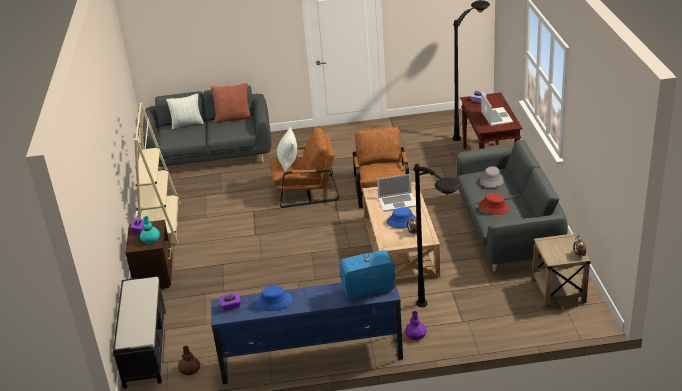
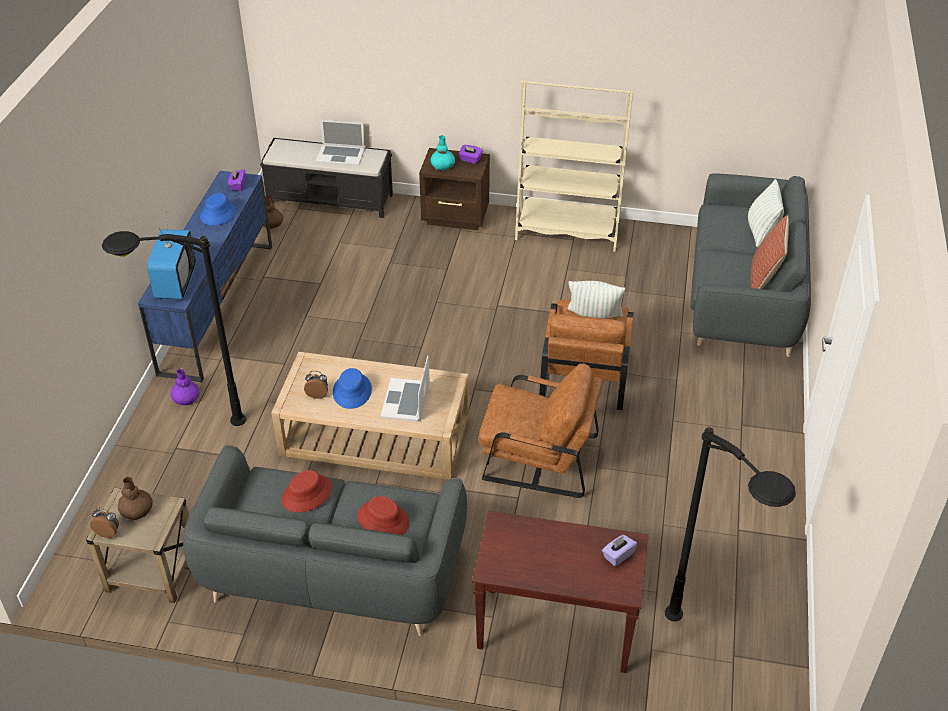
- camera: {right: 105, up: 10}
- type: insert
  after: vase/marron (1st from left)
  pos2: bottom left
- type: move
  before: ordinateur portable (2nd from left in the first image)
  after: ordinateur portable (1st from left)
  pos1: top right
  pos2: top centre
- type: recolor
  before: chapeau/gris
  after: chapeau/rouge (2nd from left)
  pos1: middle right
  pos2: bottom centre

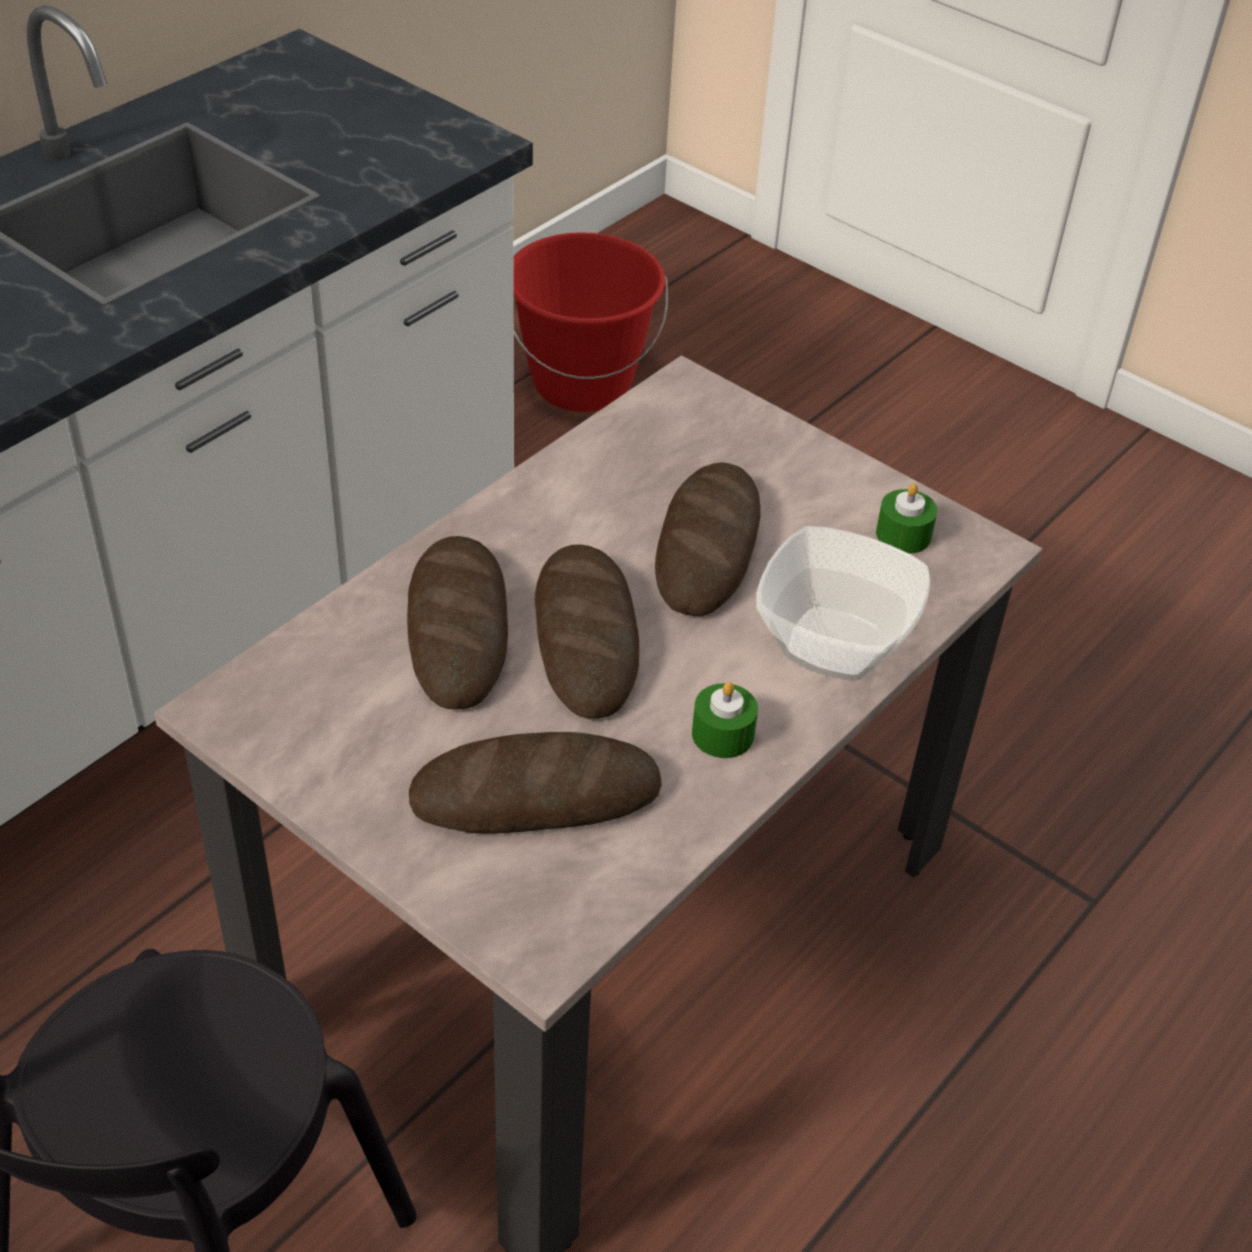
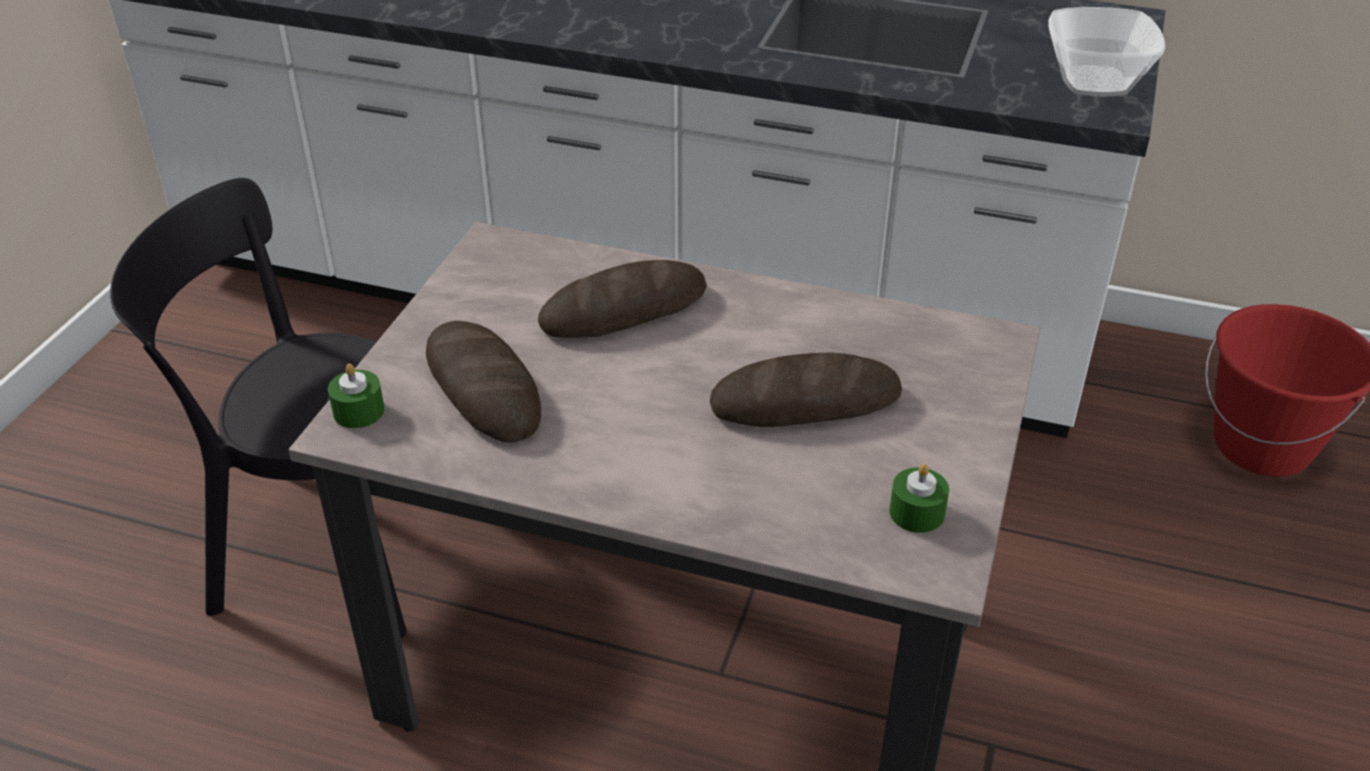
- camera: {right: 70, up: -5}
- type: delete
  before: pain (3rd from left)
  pos1: centre
- type: move
  before: bougie/vert (1st from left)
  pos1: centre
  pos2: middle left
- type: move
  before: bol
  pos1: middle right
  pos2: top right

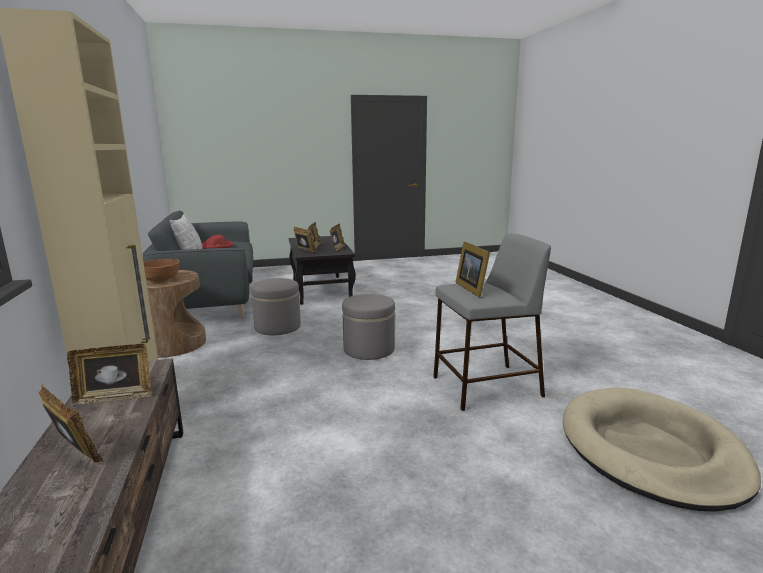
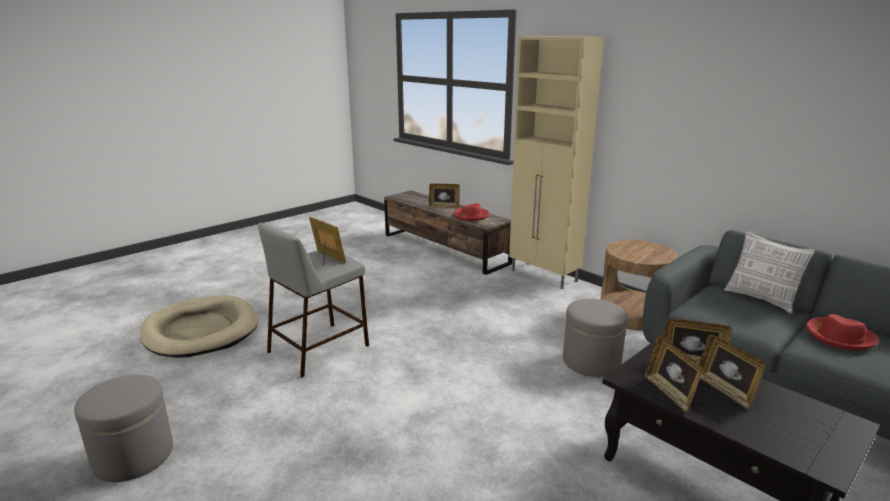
- camera: {right: 150, up: 5}
- type: delete
  before: bol/marron
  pos1: middle left
- type: move
  before: pouf/gris (2nd from left in the first image)
  after: pouf/gris (1st from left)
  pos1: centre
  pos2: bottom left
- type: replace
  before: cadre photo (2nd from left)
  after: chapeau/rouge (1st from left)
  pos1: middle left
  pos2: centre

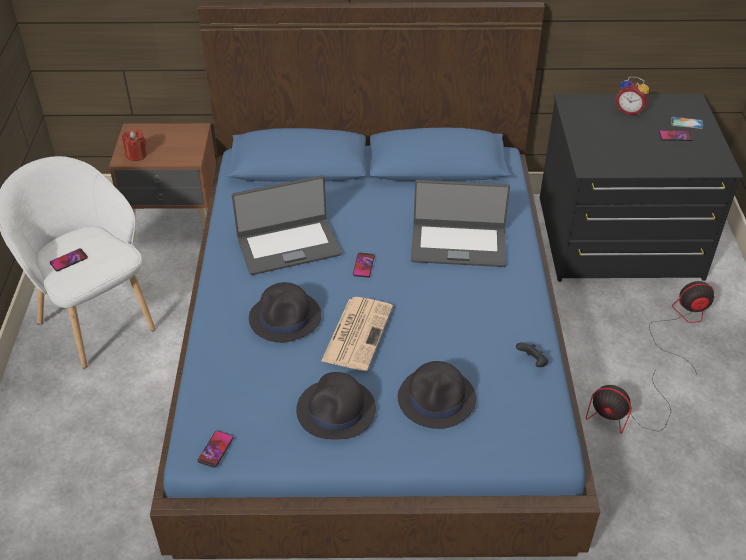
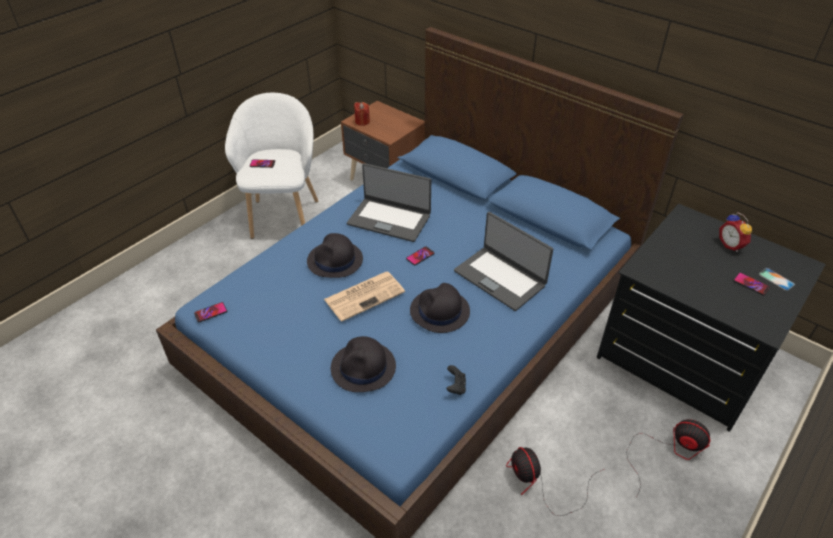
- camera: {right: 40, up: 0}
- type: move
  before: chapeau/noir (2nd from left in the first image)
  after: chapeau/noir (3rd from left)
  pos1: bottom centre
  pos2: centre

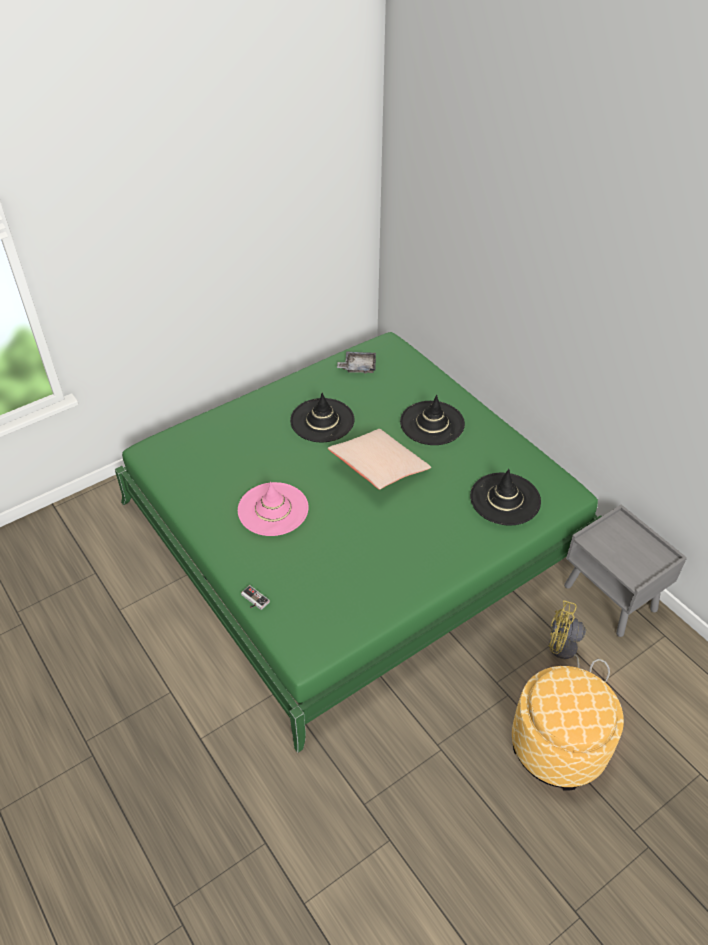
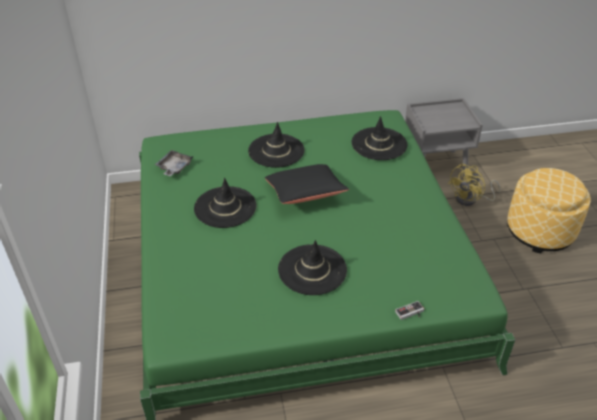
- camera: {right: -65, up: -5}
- type: recolor
  before: chapeau/rose
  after: chapeau/noir (3rd from left)
  pos1: centre
  pos2: centre
- type: recolor
  before: coussin/beige
  after: coussin/noir
  pos1: centre
  pos2: centre

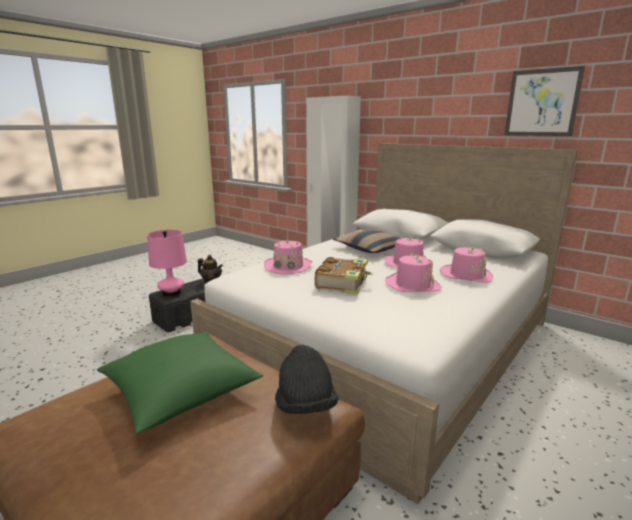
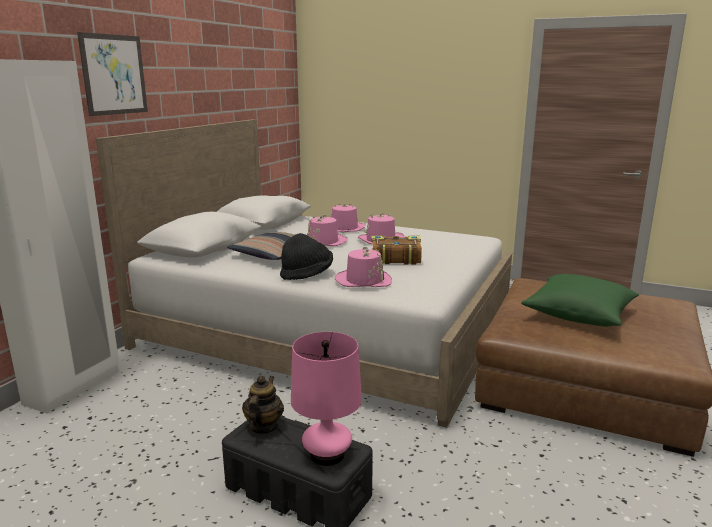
- camera: {right: -105, up: 0}
- type: move
  before: chapeau/noir
  pos1: bottom centre
  pos2: centre
- type: move
  before: tableau
  pos1: top right
  pos2: top left

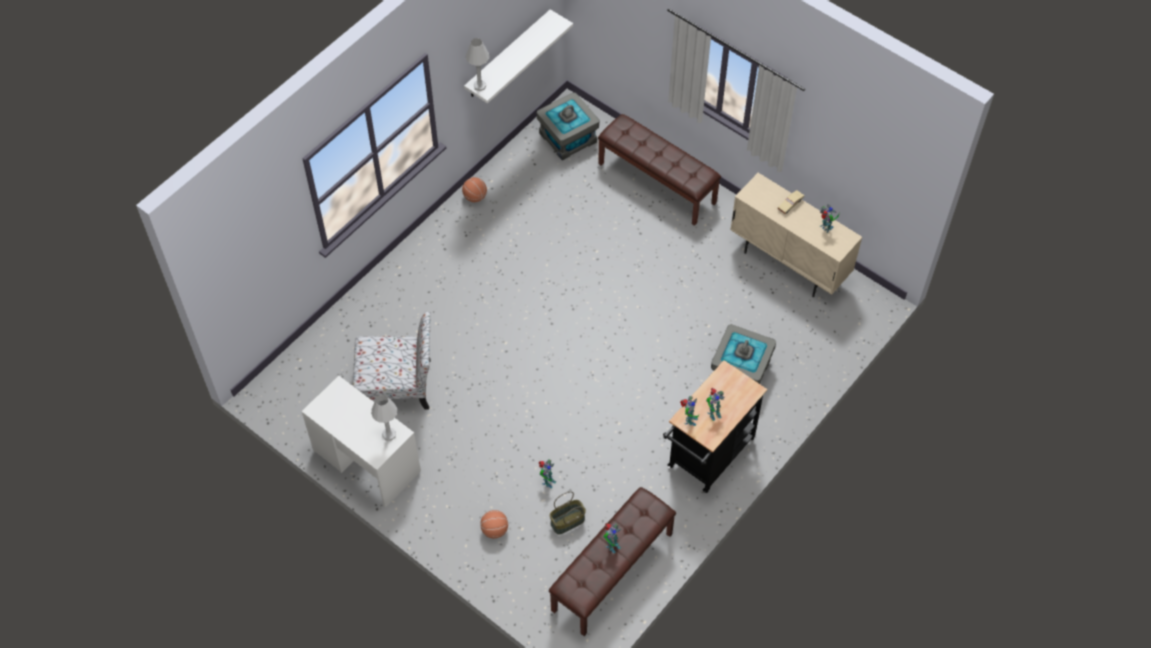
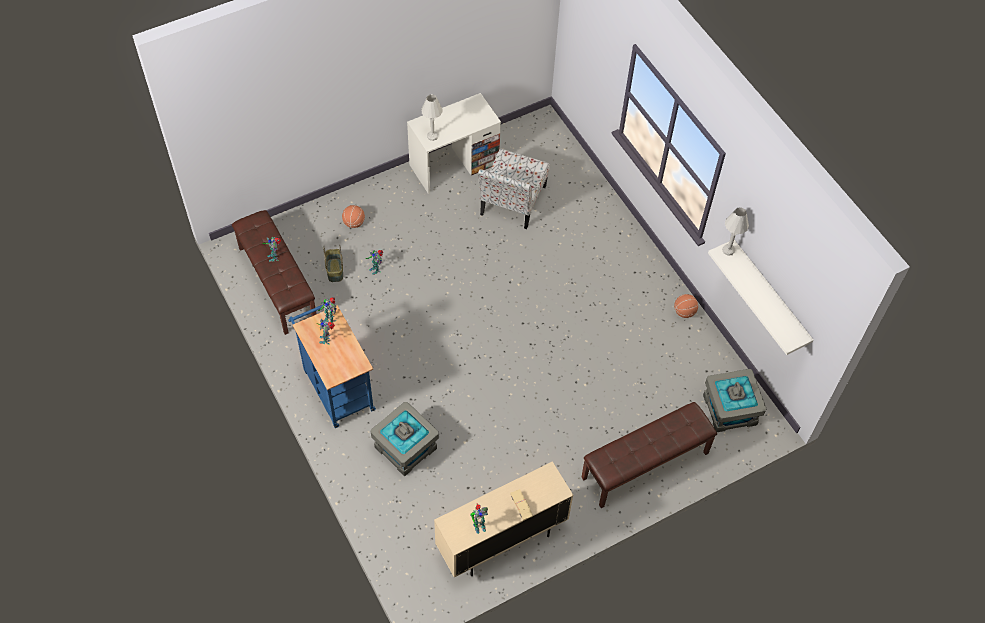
- camera: {right: 110, up: 0}
- type: recolor
  before: chariot/noir
  after: chariot/bleu
  pos1: centre
  pos2: centre

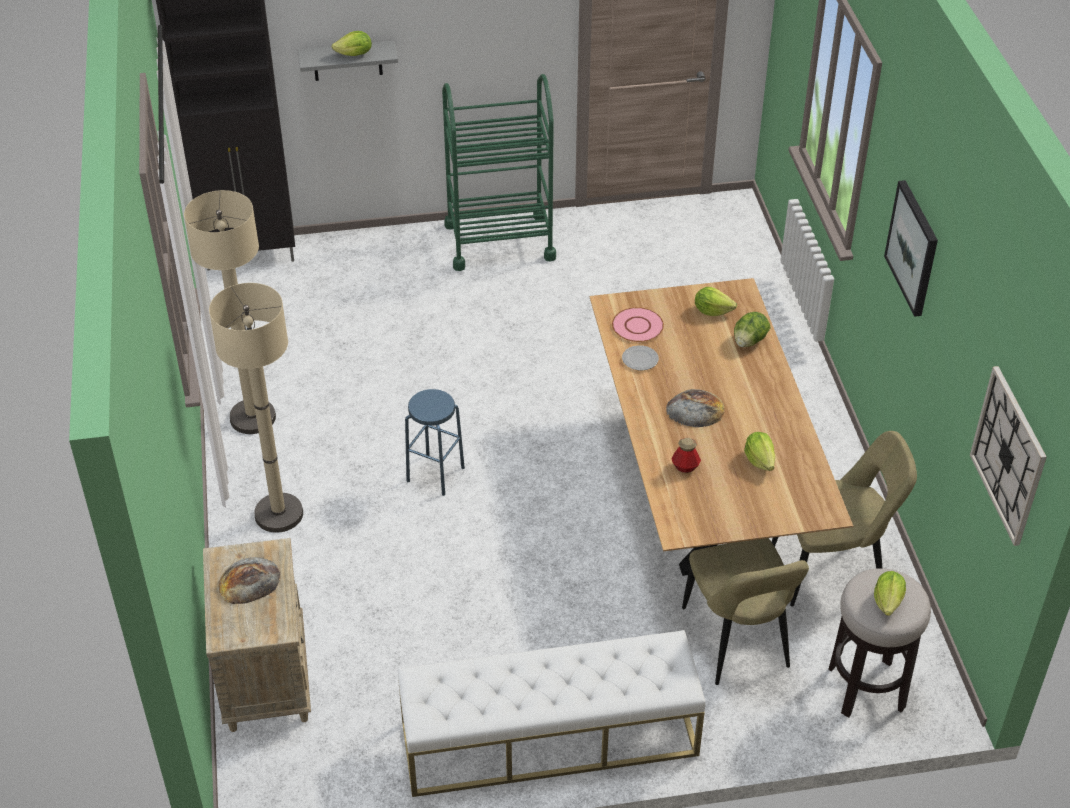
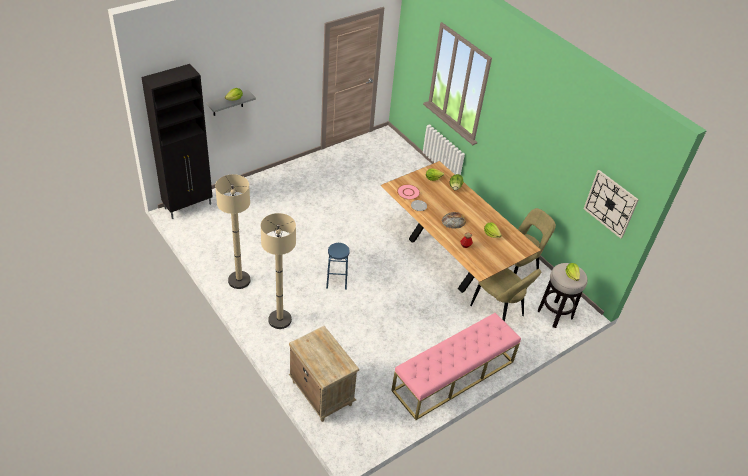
- camera: {right: -30, up: 0}
- type: delete
  before: pain (1st from left)
  pos1: bottom left
- type: delete
  before: chariot/vert
  pos1: top centre
- type: delete
  before: tableau
  pos1: top right
- type: recolor
  before: banc/blanc
  after: banc/rose
  pos1: bottom centre
  pos2: bottom centre

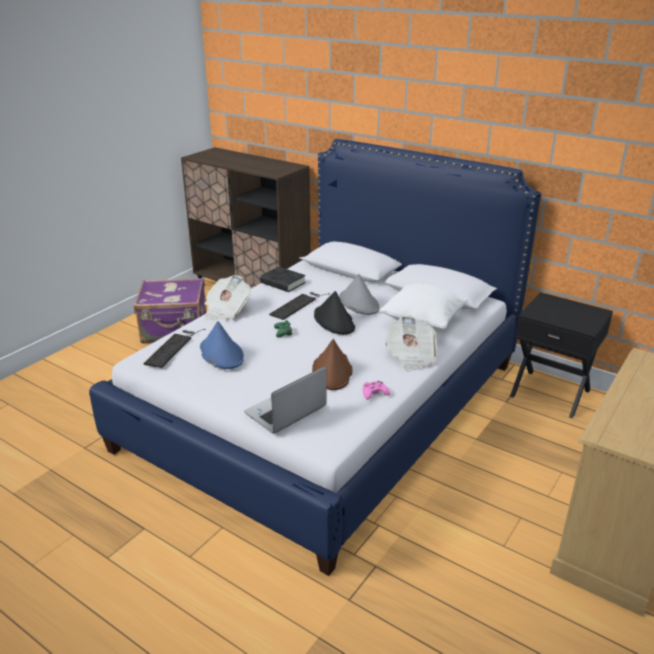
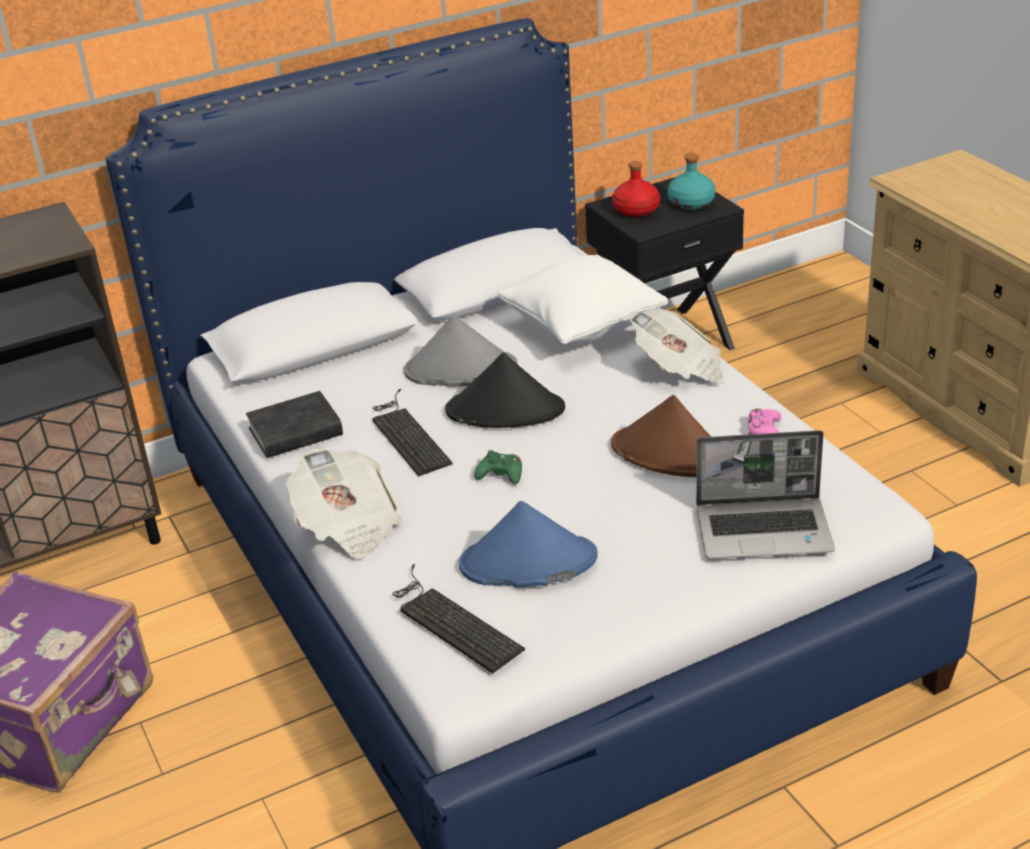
- camera: {right: -60, up: 5}
- type: insert
  after: bouteille/rouge
  pos2: top centre
- type: insert
  after: bouteille/turquoise
  pos2: top right
- type: rotate
  before: ordinateur portable
  pos1: centre
  pos2: middle right
  turn: -75

